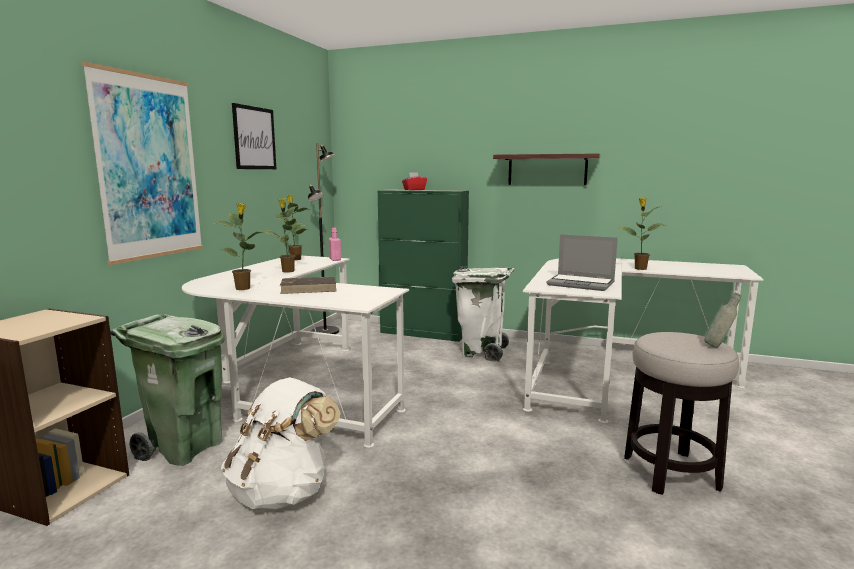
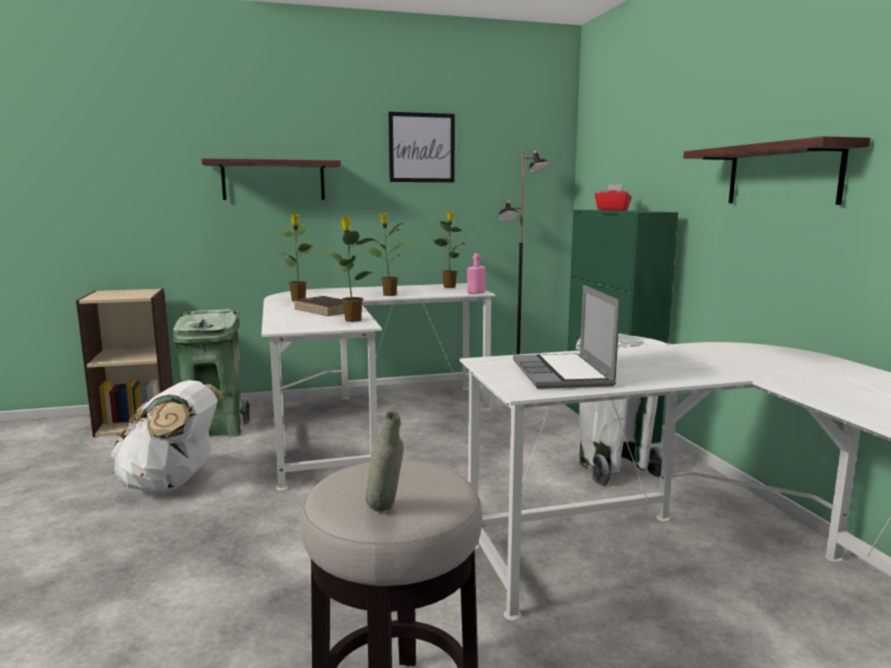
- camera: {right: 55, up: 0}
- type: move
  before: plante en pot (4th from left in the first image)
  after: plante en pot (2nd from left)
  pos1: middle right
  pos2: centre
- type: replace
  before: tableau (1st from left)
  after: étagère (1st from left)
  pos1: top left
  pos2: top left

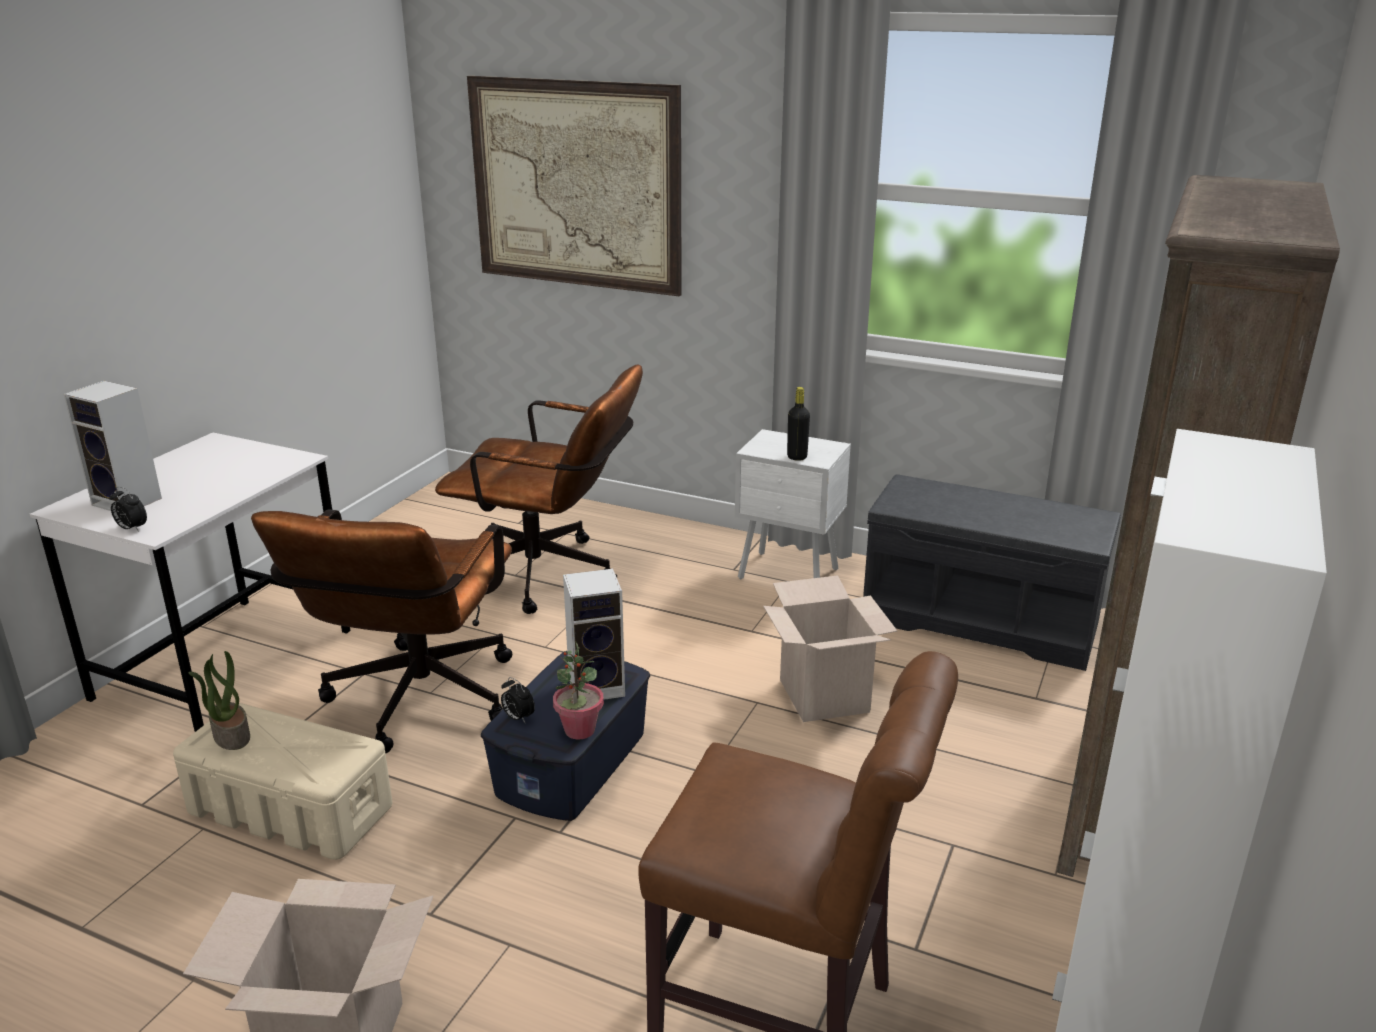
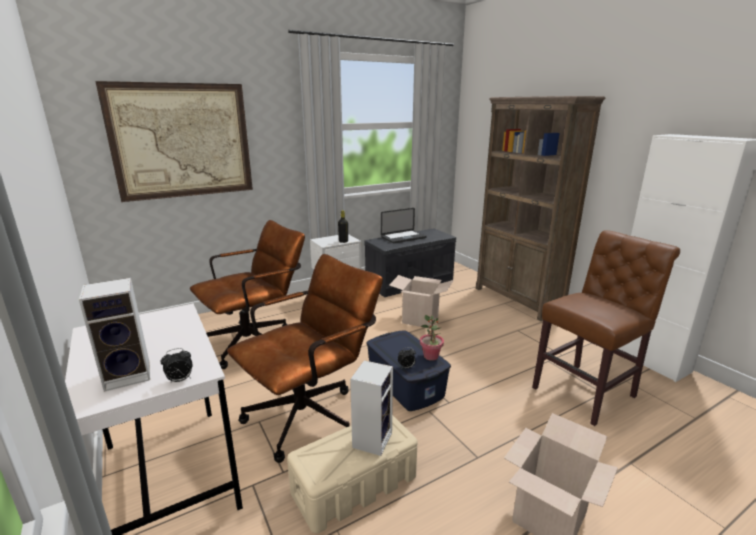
- camera: {right: -55, up: -5}
- type: delete
  before: plante en pot (1st from left)
  pos1: bottom left
- type: insert
  after: ordinateur portable
  pos2: centre
- type: move
  before: enceinte (2nd from left)
  pos1: centre
  pos2: bottom centre
- type: rotate
  before: chaise de bureau/marron (1st from left in the first image)
  pos1: middle left
  pos2: bottom centre
  turn: -90

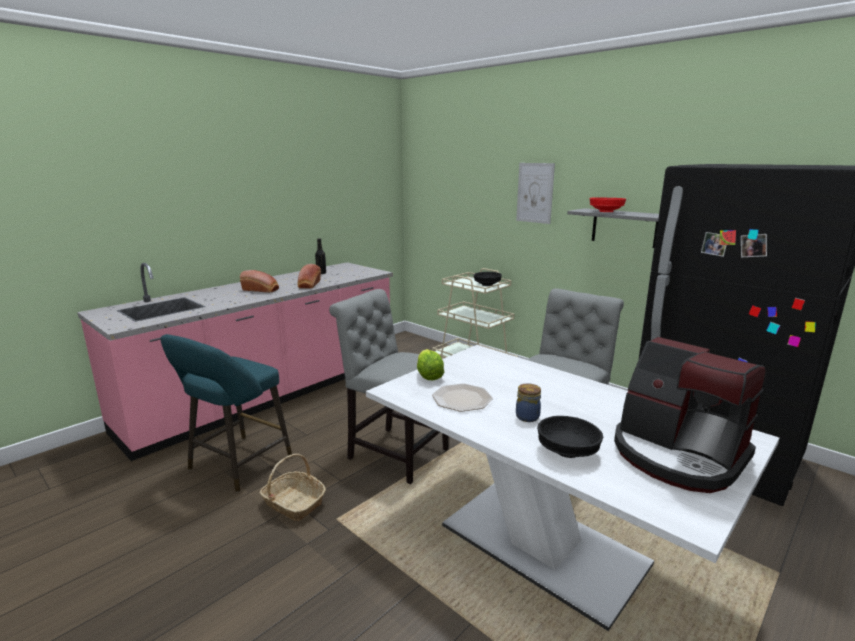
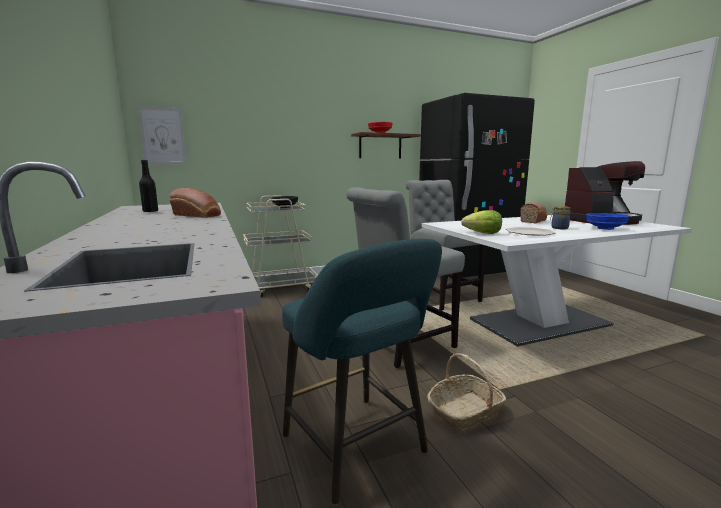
- camera: {right: -65, up: -5}
- type: move
  before: pain (1st from left in the first image)
  after: pain (2nd from left)
  pos1: middle left
  pos2: middle right
- type: move
  before: tableau
  pos1: top centre
  pos2: top left
- type: recolor
  before: bol/noir (2nd from left)
  after: bol/bleu
  pos1: bottom right
  pos2: middle right
- type: recolor
  before: étagère/gris
  after: étagère/marron
  pos1: middle right
  pos2: top centre

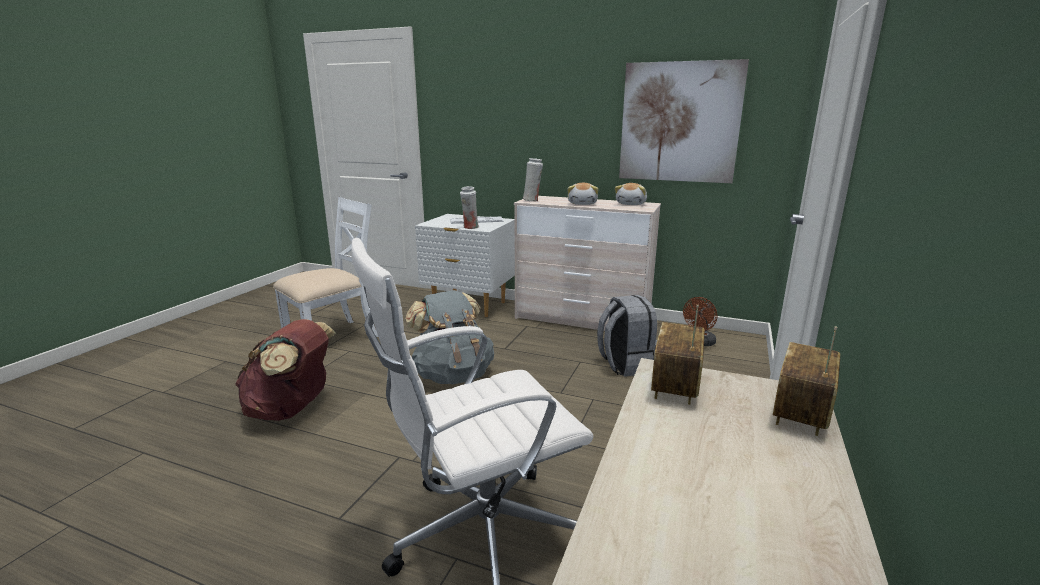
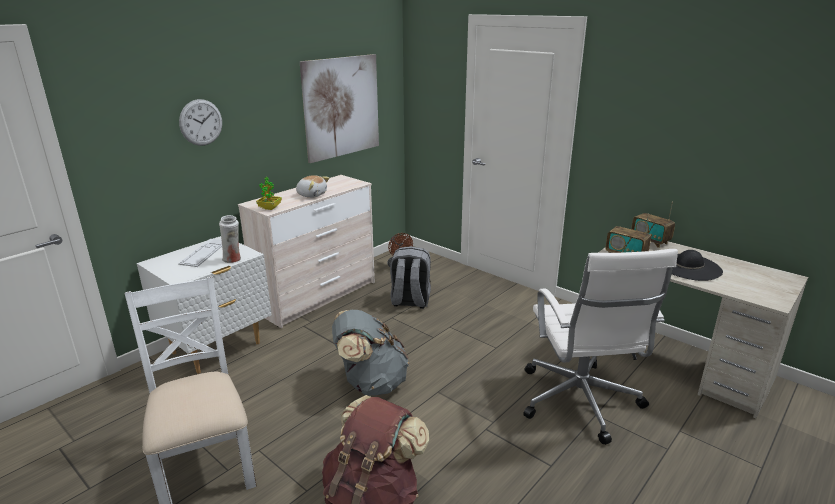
- camera: {right: -70, up: 5}
- type: delete
  before: peluche (2nd from left)
  pos1: top centre
- type: insert
  after: horloge murale
  pos2: top left
- type: insert
  after: chapeau/noir
  pos2: middle right
- type: replace
  before: vase/blanc (2nd from left)
  after: plante en pot
  pos1: top centre
  pos2: middle left

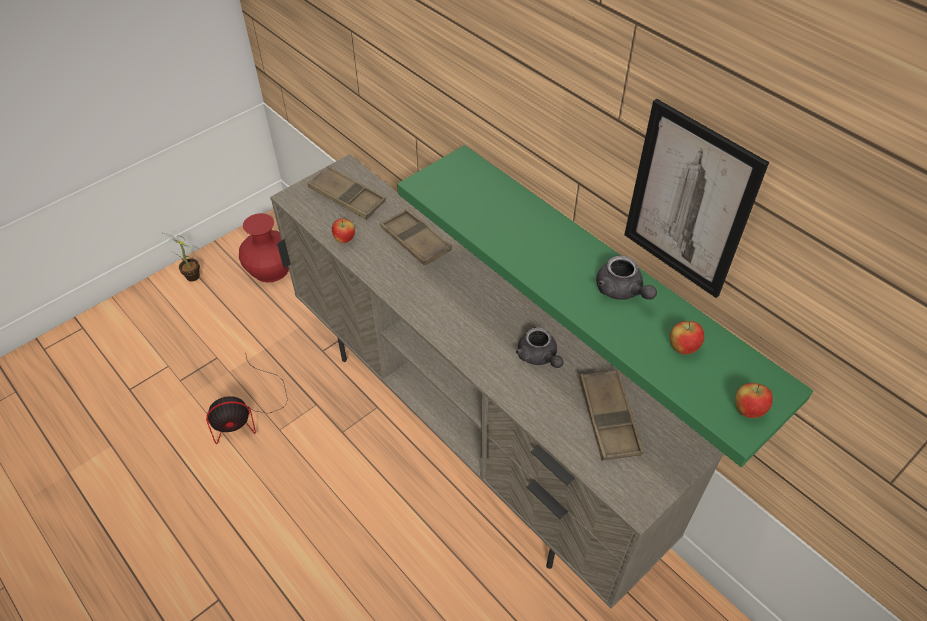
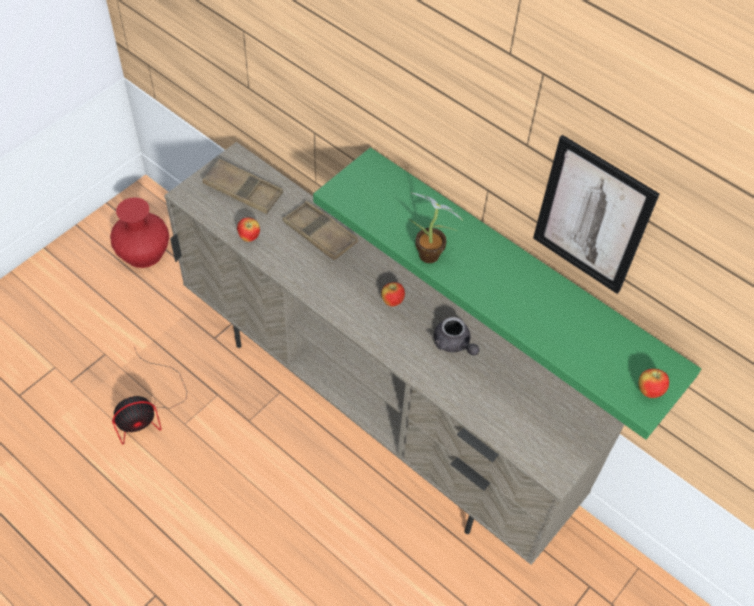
- camera: {right: -10, up: 5}
- type: delete
  before: plateau/marron (3rd from left)
  pos1: bottom centre
- type: delete
  before: théière/gris (2nd from left)
  pos1: middle right
- type: move
  before: plante en pot
  pos1: middle left
  pos2: centre
- type: move
  before: pomme (2nd from left)
  pos1: middle right
  pos2: centre

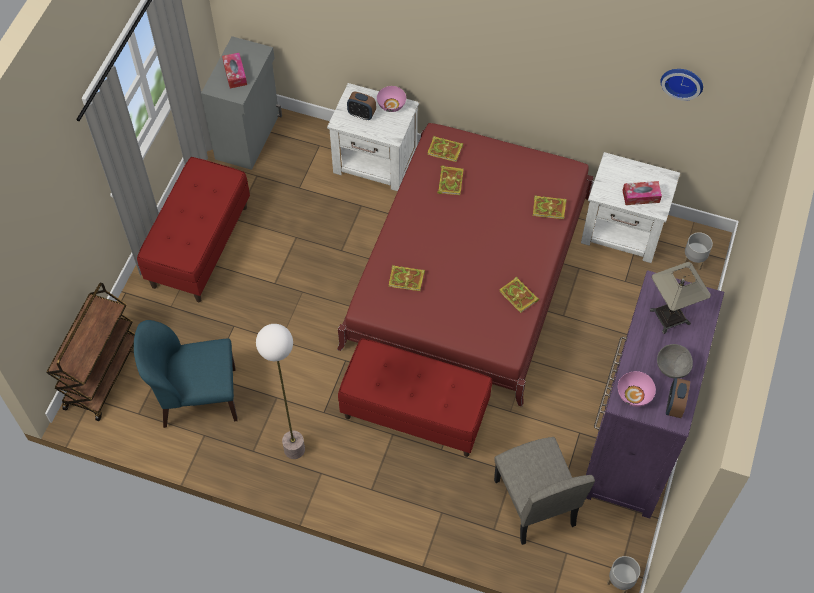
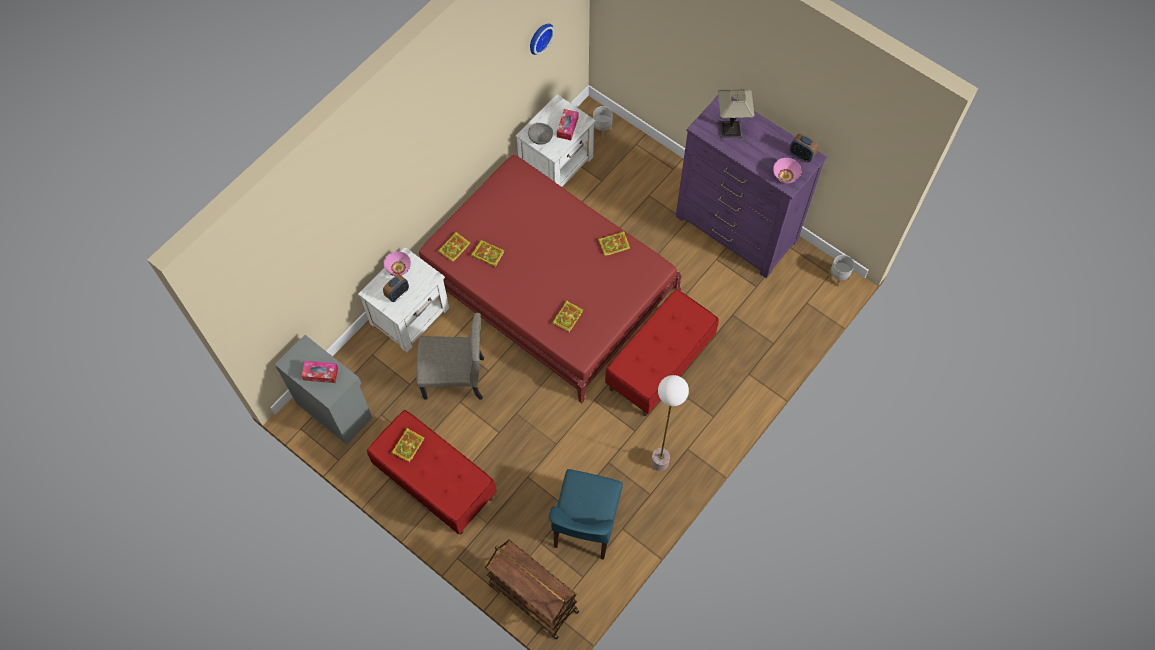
- camera: {right: -70, up: 5}
- type: move
  before: chaise/beige
  pos1: bottom right
  pos2: centre
- type: move
  before: livre (5th from left in the first image)
  after: livre (1st from left)
  pos1: middle right
  pos2: bottom centre
- type: move
  before: bol/gris
  pos1: middle right
  pos2: top centre

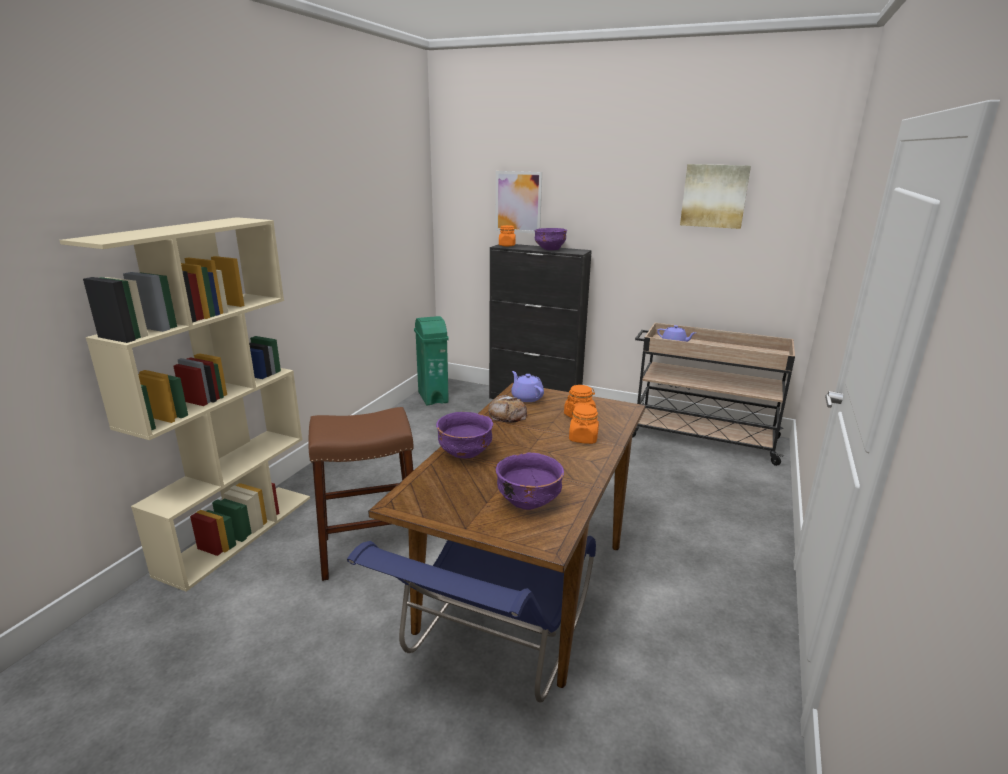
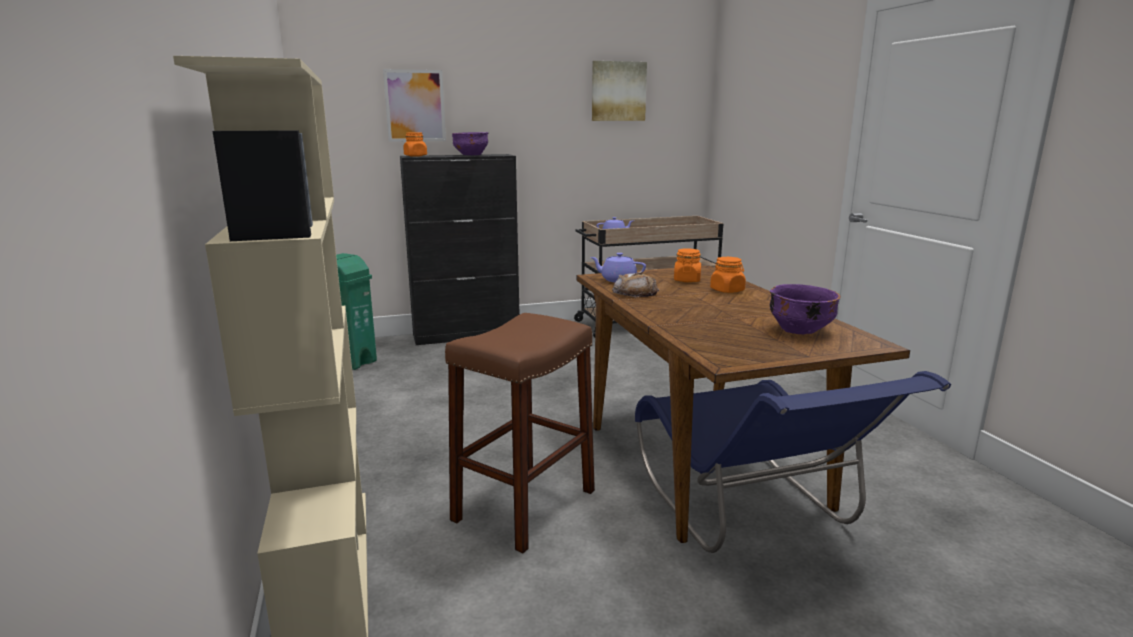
- camera: {right: -40, up: -5}
- type: delete
  before: bol/violet (1st from left)
  pos1: centre

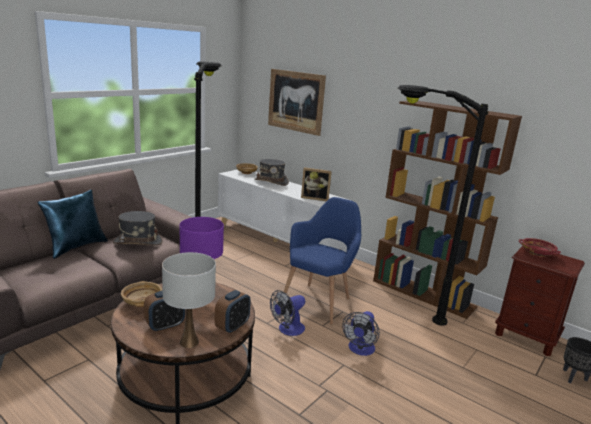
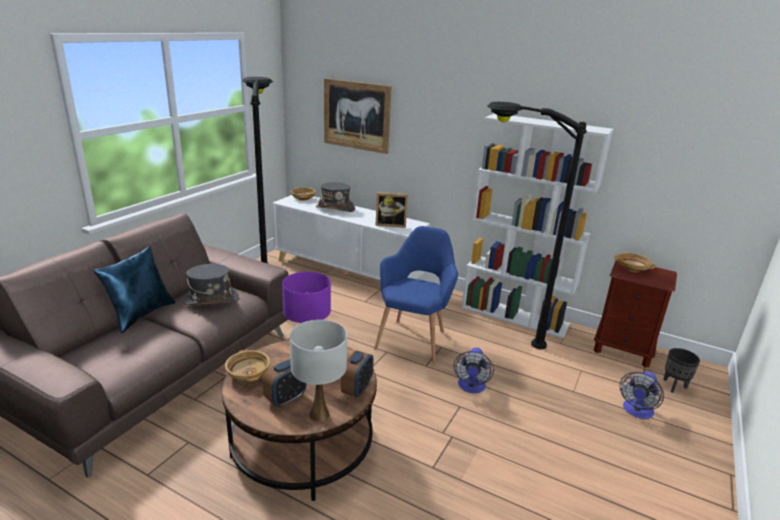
- camera: {right: -10, up: 5}
- type: move
  before: ventilateur (1st from left in the first image)
  after: ventilateur (2nd from left)
  pos1: bottom centre
  pos2: bottom right
- type: recolor
  before: bibliothèque/marron
  after: bibliothèque/blanc
  pos1: middle right
  pos2: middle right
- type: recolor
  before: bol/rouge
  after: bol/beige (3rd from left)
  pos1: middle right
  pos2: middle right

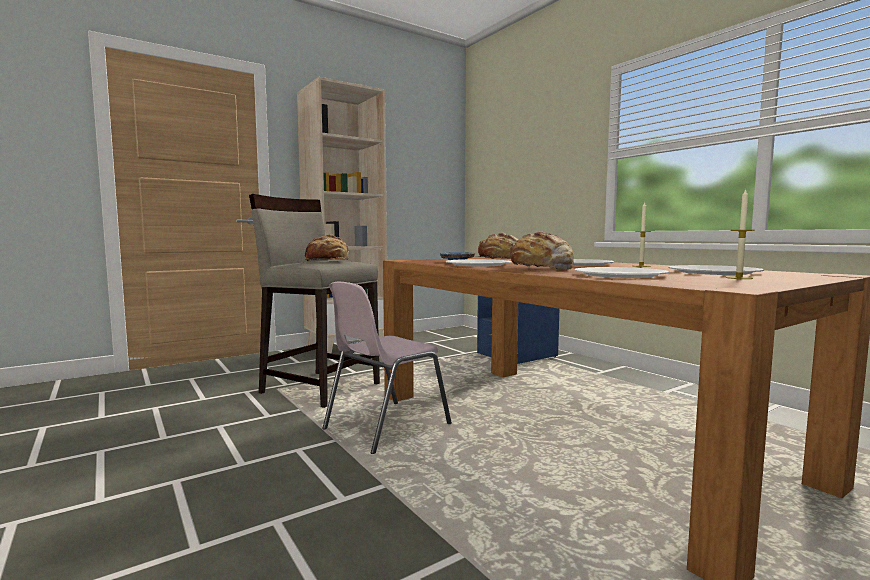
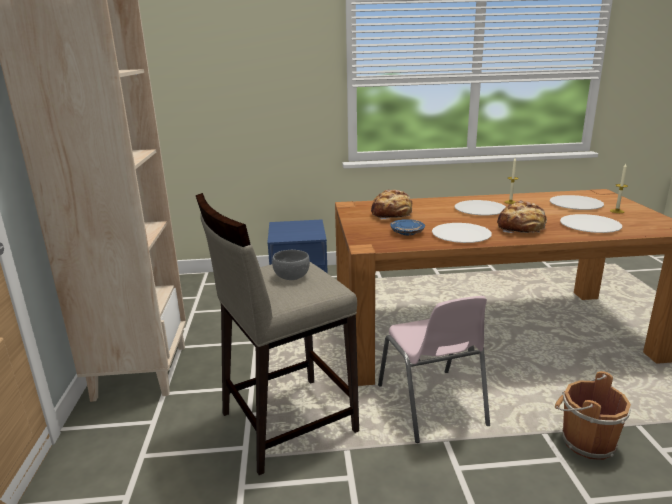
- camera: {right: -60, up: 15}
- type: insert
  after: seau/marron
  pos2: bottom right
- type: replace
  before: pain (1st from left)
  after: bol/gris
  pos1: centre
  pos2: centre

